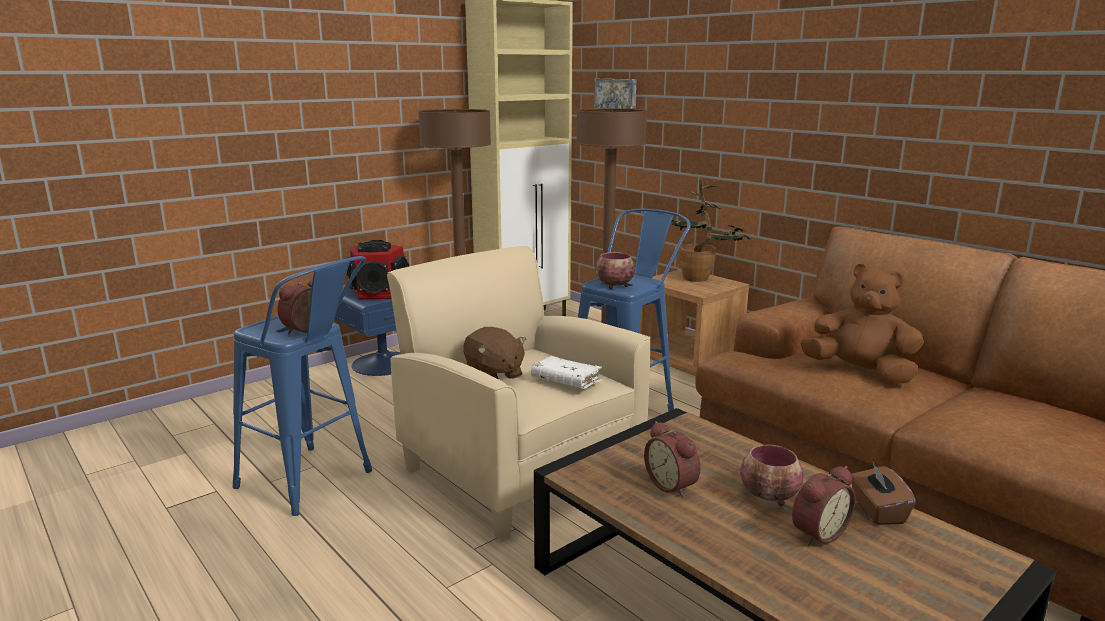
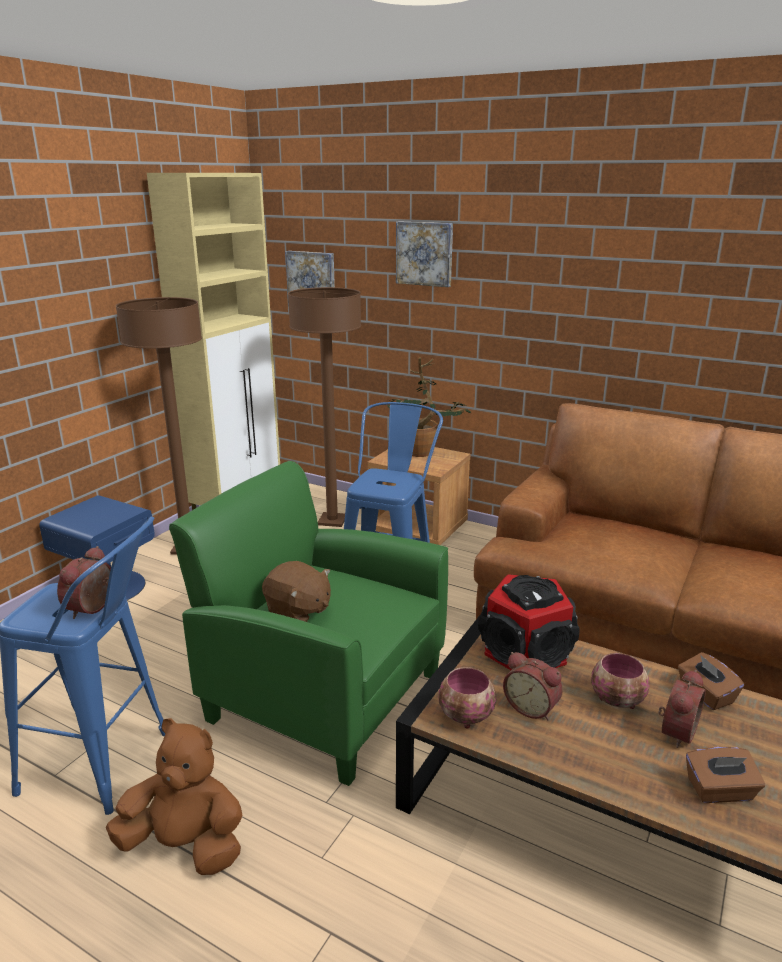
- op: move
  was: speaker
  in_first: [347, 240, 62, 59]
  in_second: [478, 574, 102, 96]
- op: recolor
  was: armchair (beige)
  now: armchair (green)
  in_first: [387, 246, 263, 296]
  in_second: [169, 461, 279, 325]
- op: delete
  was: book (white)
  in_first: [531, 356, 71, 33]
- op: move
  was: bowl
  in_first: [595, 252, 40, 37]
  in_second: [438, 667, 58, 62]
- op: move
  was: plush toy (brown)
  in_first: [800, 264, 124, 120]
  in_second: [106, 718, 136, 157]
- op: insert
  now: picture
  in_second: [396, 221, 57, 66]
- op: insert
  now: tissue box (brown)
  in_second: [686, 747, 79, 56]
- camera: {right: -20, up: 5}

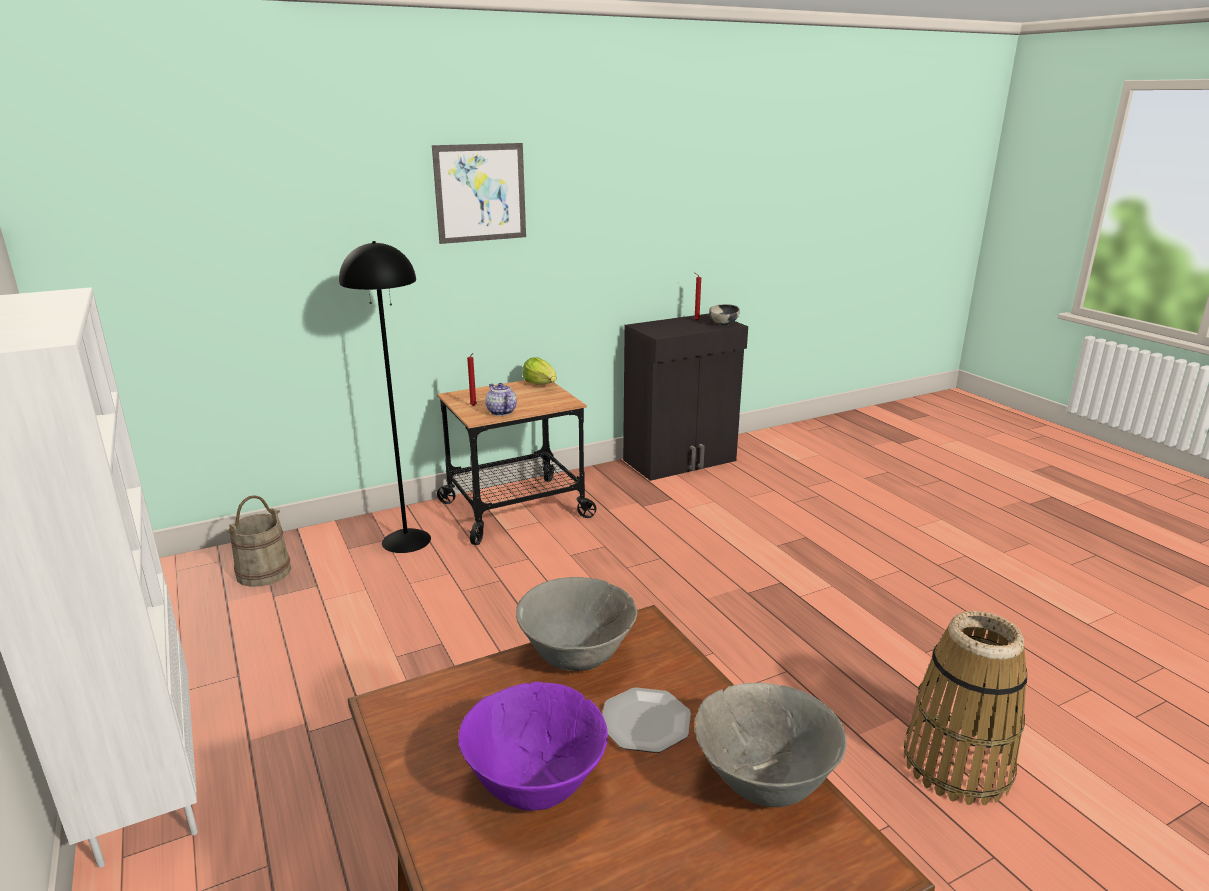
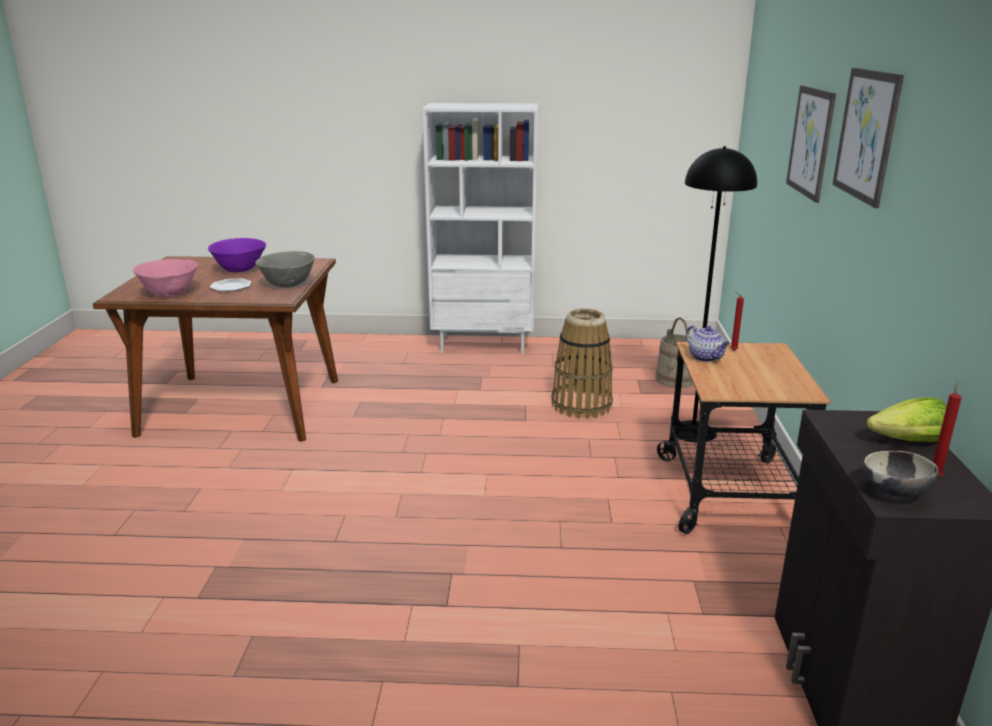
- op: rotate
  was: teapot
  in_first: [485, 383, 32, 33]
  in_second: [686, 326, 44, 36]
  clockwise: 60
- op: move
  was: lettuce
  in_first: [523, 357, 33, 28]
  in_second: [867, 397, 80, 45]
- op: recolor
  was: bowl (grey)
  now: bowl (pink)
  in_first: [694, 683, 153, 124]
  in_second: [133, 259, 65, 38]
- op: move
  was: basket
  in_first: [904, 611, 123, 194]
  in_second: [552, 308, 61, 111]
- op: insert
  now: picture
  in_second: [786, 85, 50, 118]
- camera: {right: 120, up: 0}

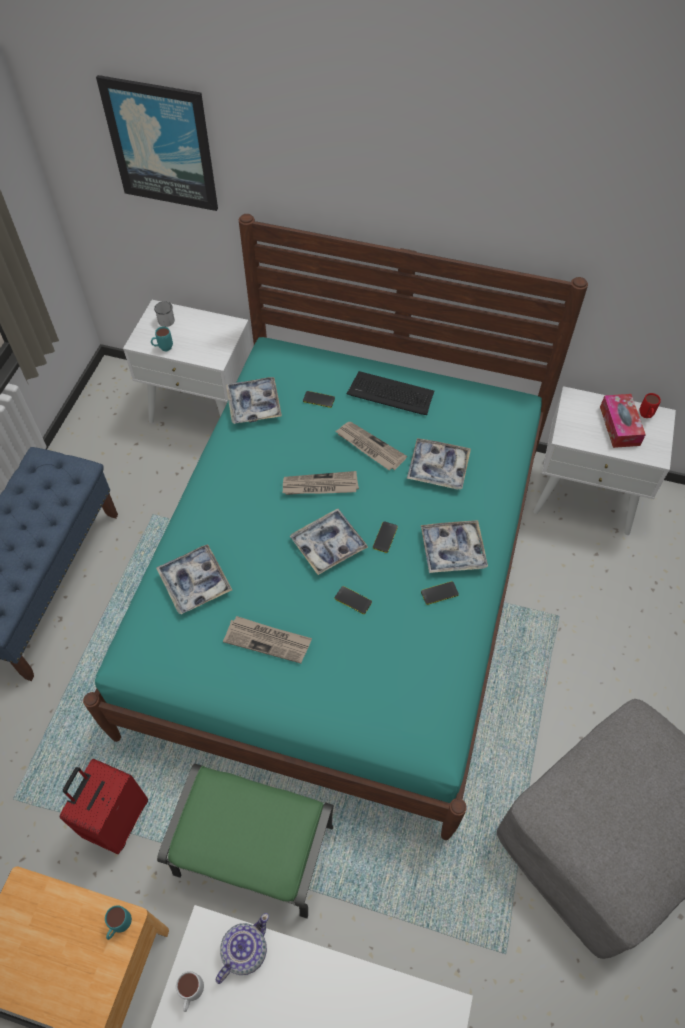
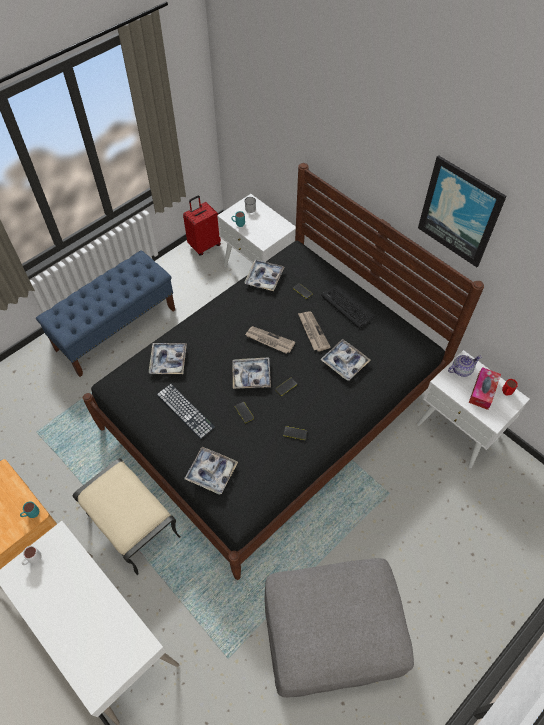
- op: move
  was: suitcase (red)
  in_first: [60, 759, 88, 95]
  in_second: [183, 195, 38, 60]
- op: recolor
  was: bed (turquoise)
  now: bed (black)
  in_first: [83, 214, 505, 626]
  in_second: [83, 163, 401, 417]
- op: move
  was: picture
  in_first: [96, 75, 122, 136]
  in_second: [418, 155, 88, 112]
- op: recolor
  was: ottoman (green)
  now: ottoman (beige)
  in_first: [157, 764, 176, 155]
  in_second: [73, 458, 107, 117]
- op: move
  was: teapot
  in_first: [216, 913, 53, 71]
  in_second: [448, 355, 33, 22]
- op: replace
  was: newspaper
  now: keyboard
  in_first: [223, 616, 89, 47]
  in_second: [156, 384, 59, 55]
- op: move
  was: tray
  in_first: [421, 520, 67, 53]
  in_second: [184, 447, 54, 47]
- camera: {right: 30, up: 0}

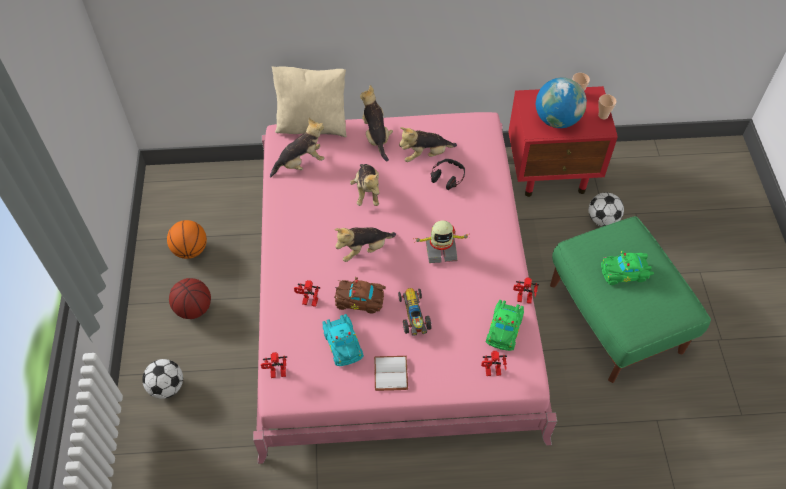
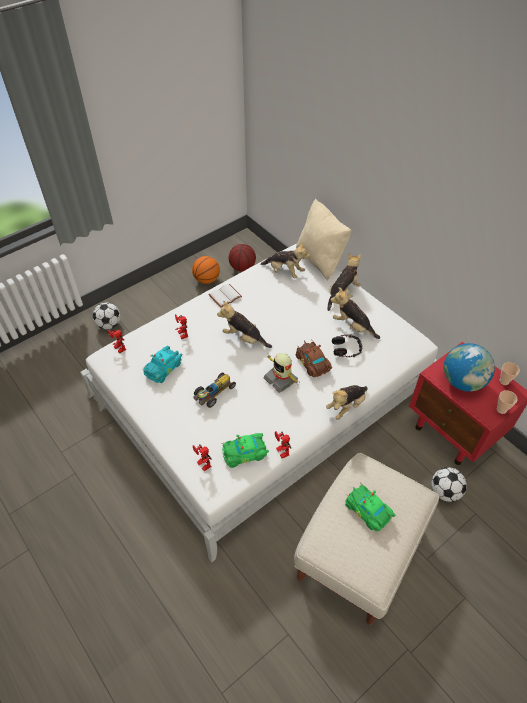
- op: move
  was: basketball
  in_first: [169, 278, 42, 41]
  in_second: [229, 244, 27, 28]
- op: recolor
  was: bed (pink)
  now: bed (white)
  in_first: [253, 112, 304, 352]
  in_second: [80, 244, 358, 319]
- op: move
  was: toy car (brown)
  in_first: [334, 277, 52, 37]
  in_second: [295, 339, 37, 38]
- op: move
  was: plush toy
  in_first: [350, 164, 29, 42]
  in_second: [326, 385, 42, 35]
- op: move
  was: book (white)
  in_first: [374, 356, 34, 35]
  in_second: [208, 284, 34, 24]
- op: recolor
  was: ottoman (green)
  now: ottoman (beige)
  in_first: [550, 216, 161, 167]
  in_second: [294, 453, 145, 172]
- camera: {right: 55, up: -5}

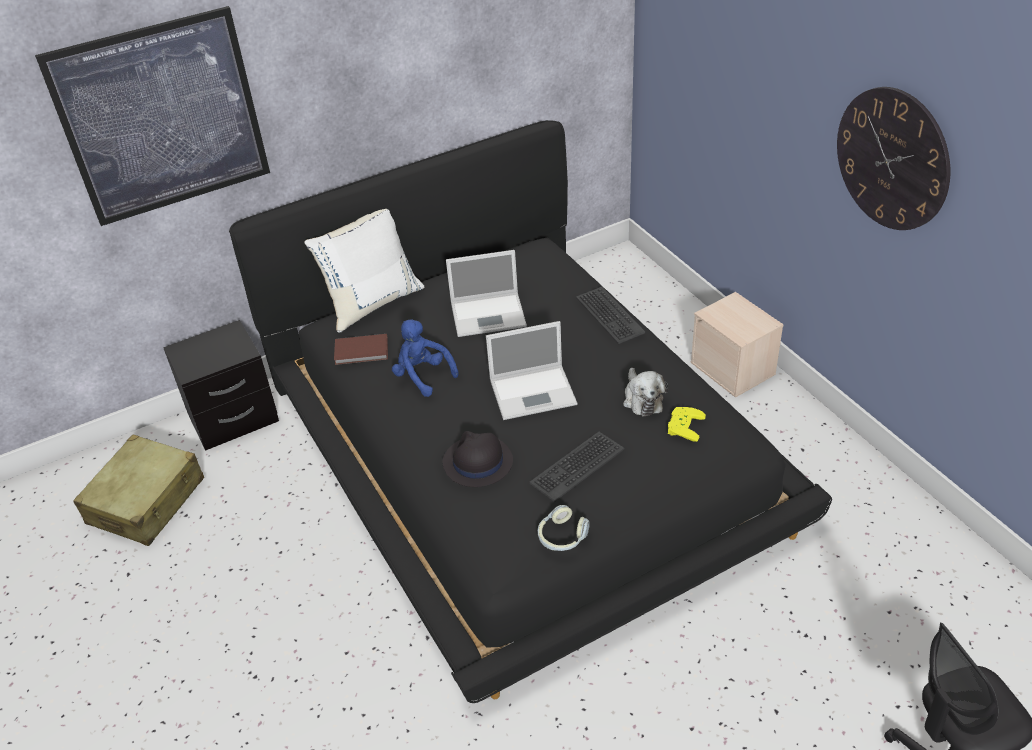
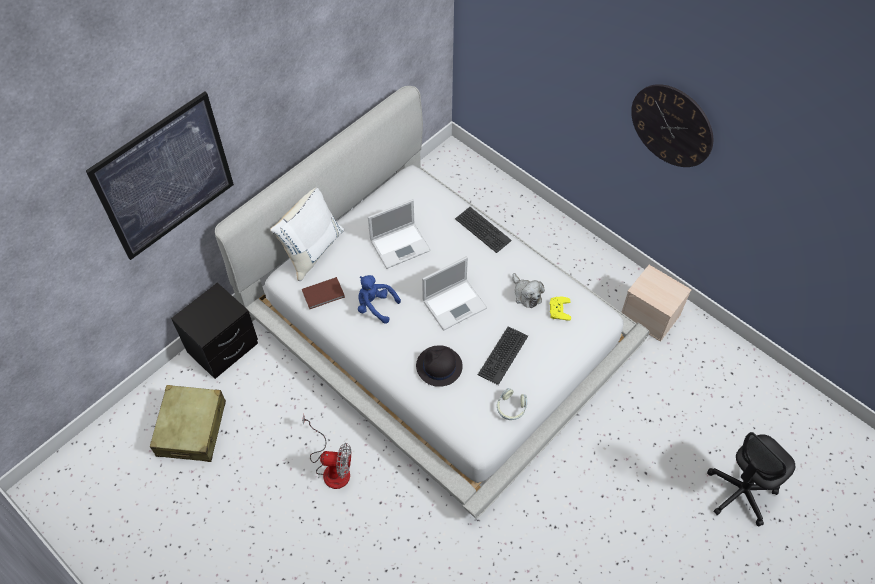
- op: recolor
  was: bed (black)
  now: bed (white)
  in_first: [229, 120, 603, 583]
  in_second: [215, 86, 435, 433]
- op: move
  was: storage box (beige)
  in_first: [690, 292, 94, 106]
  in_second: [621, 265, 71, 77]
- op: insert
  now: fan
  in_second: [302, 414, 49, 75]
- camera: {right: -20, up: 15}

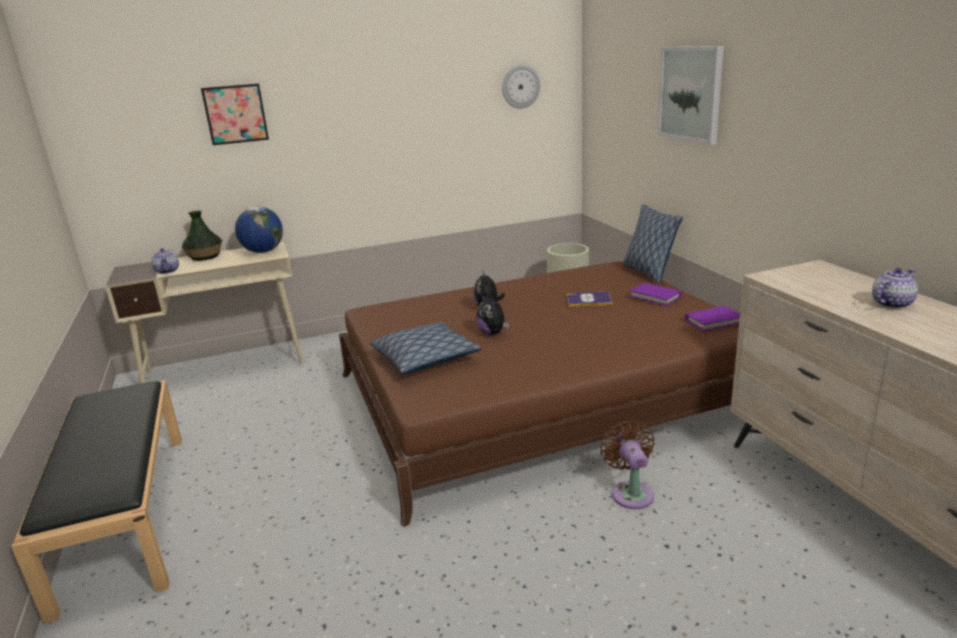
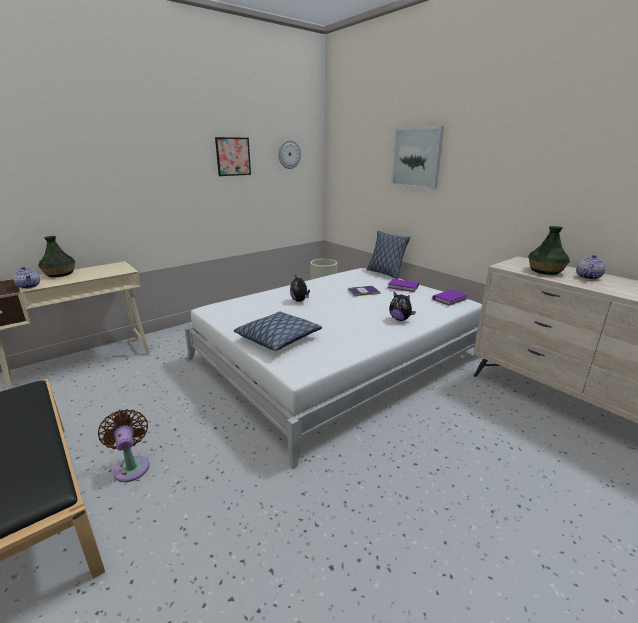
- op: move
  was: picture
  in_first: [201, 84, 68, 61]
  in_second: [215, 137, 36, 39]
- op: delete
  was: globe
  in_first: [235, 207, 48, 46]
- op: recolor
  was: bed (brown)
  now: bed (white)
  in_first: [339, 261, 400, 266]
  in_second: [184, 268, 298, 201]
- op: move
  was: plush toy
  in_first: [476, 294, 33, 41]
  in_second: [389, 292, 27, 29]
- op: move
  was: fan (brown)
  in_first: [600, 420, 54, 89]
  in_second: [98, 409, 52, 73]
- op: insert
  now: vase
  in_second: [528, 226, 42, 49]
- camera: {right: -20, up: 0}

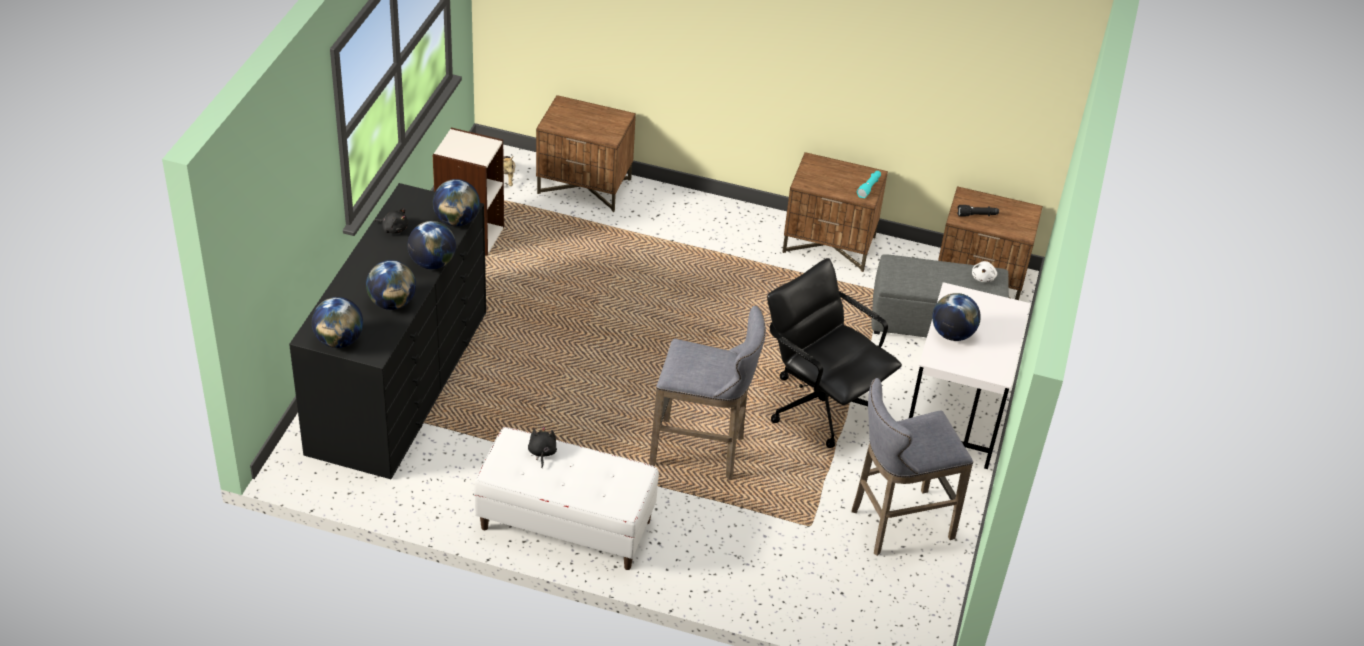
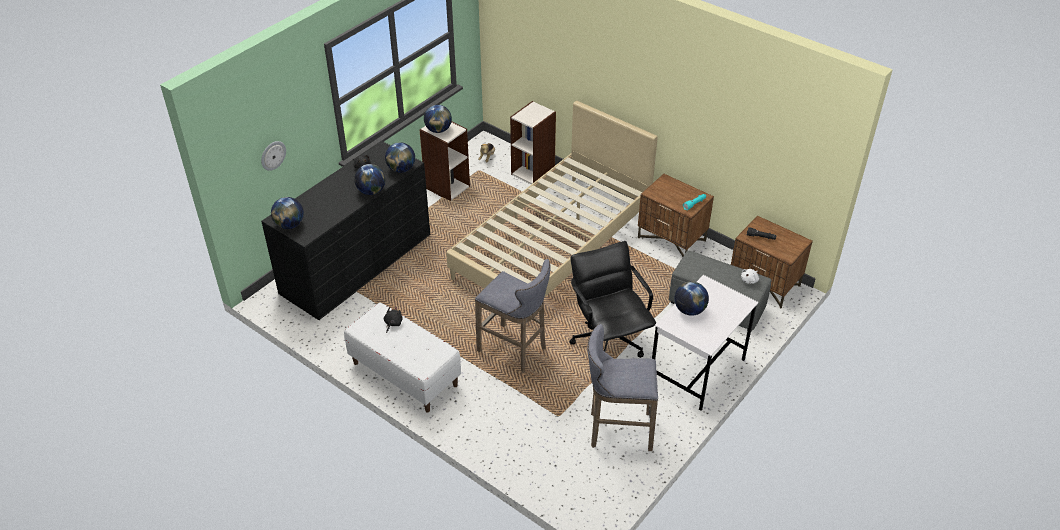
- op: move
  was: globe
  in_first: [366, 260, 50, 50]
  in_second: [424, 105, 28, 28]
- op: replace
  was: nightstand (brown)
  now: bookcase
  in_first: [536, 95, 100, 117]
  in_second: [510, 101, 46, 83]
- op: insert
  now: wall clock
  in_second: [261, 141, 25, 30]
- op: insert
  now: bed (beige)
  in_second: [446, 101, 212, 196]
- camera: {right: 25, up: 0}

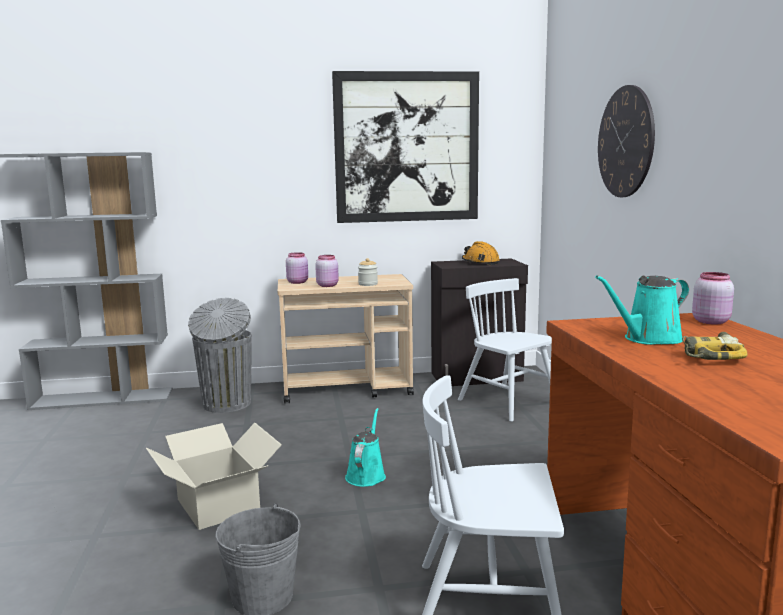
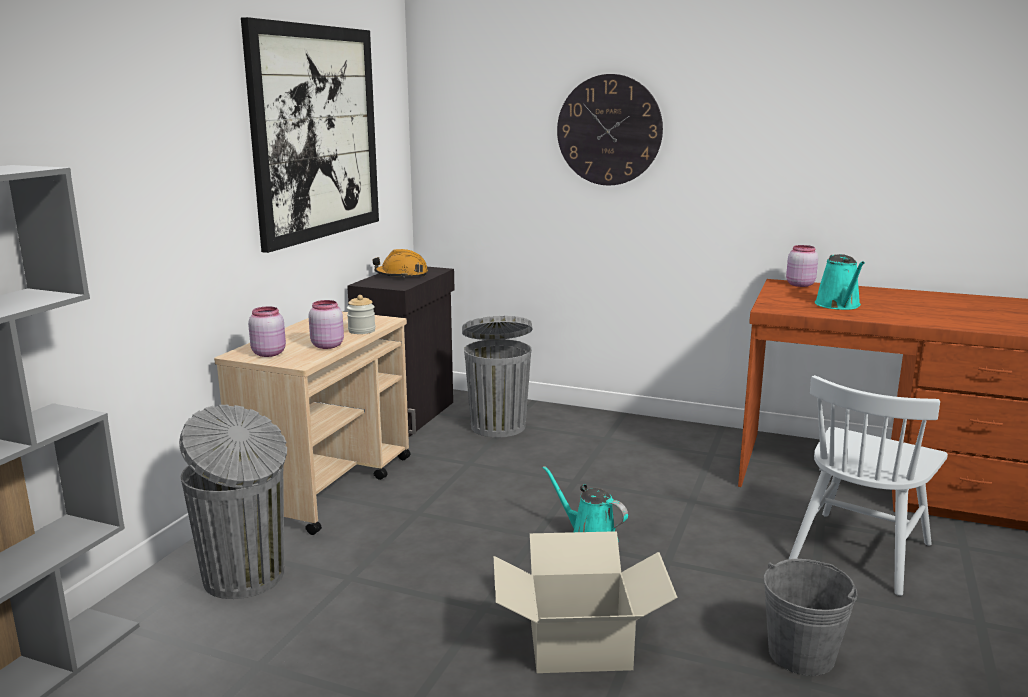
- op: replace
  was: chair (white)
  now: trash can (grey)
  in_first: [458, 278, 94, 144]
  in_second: [462, 316, 70, 122]
- op: delete
  was: power drill
  in_first: [682, 332, 66, 28]
- camera: {right: -60, up: 5}

